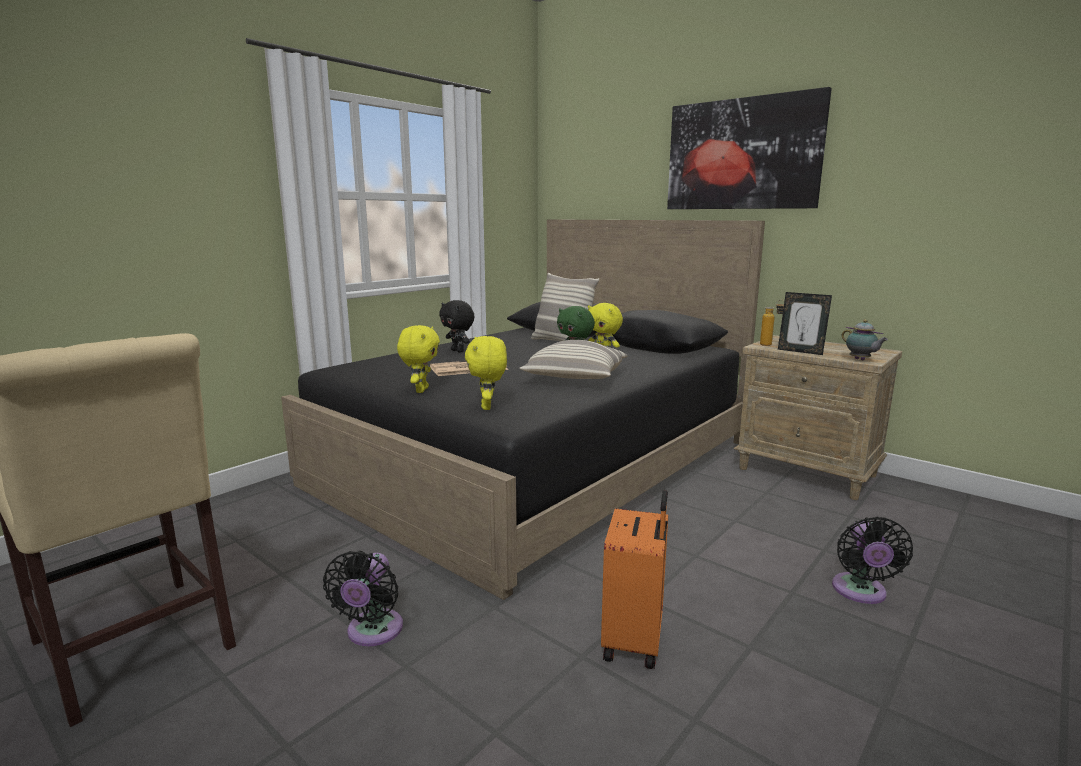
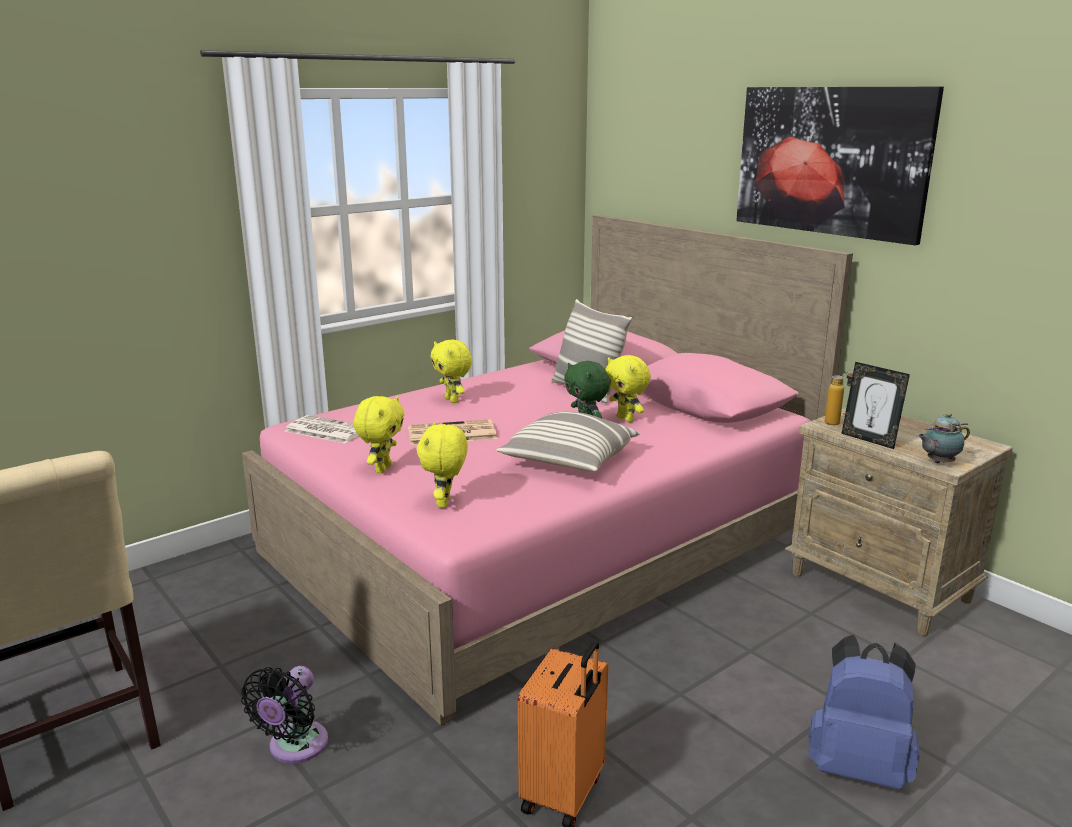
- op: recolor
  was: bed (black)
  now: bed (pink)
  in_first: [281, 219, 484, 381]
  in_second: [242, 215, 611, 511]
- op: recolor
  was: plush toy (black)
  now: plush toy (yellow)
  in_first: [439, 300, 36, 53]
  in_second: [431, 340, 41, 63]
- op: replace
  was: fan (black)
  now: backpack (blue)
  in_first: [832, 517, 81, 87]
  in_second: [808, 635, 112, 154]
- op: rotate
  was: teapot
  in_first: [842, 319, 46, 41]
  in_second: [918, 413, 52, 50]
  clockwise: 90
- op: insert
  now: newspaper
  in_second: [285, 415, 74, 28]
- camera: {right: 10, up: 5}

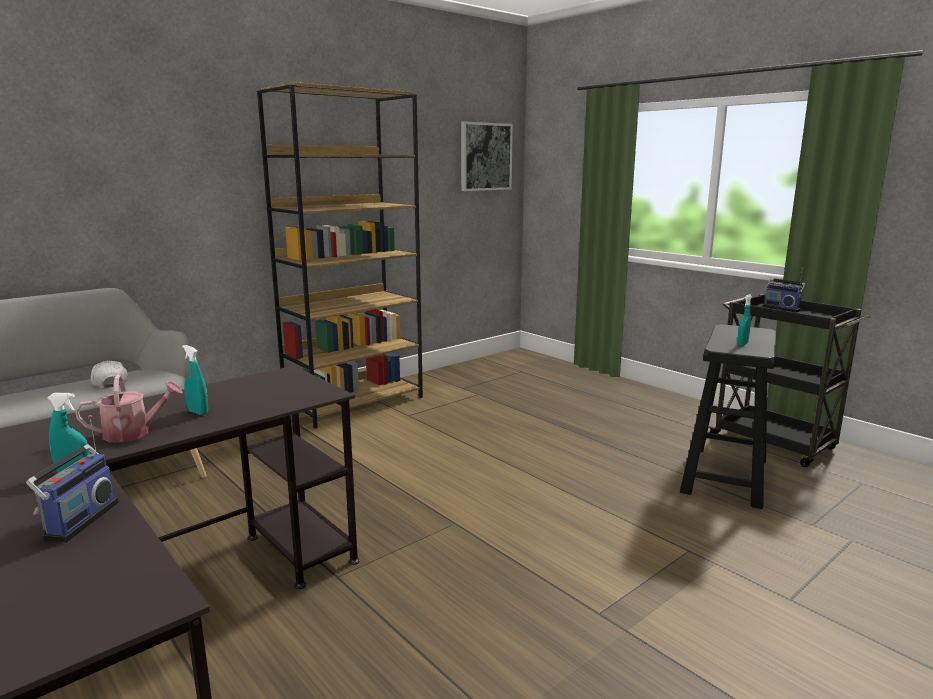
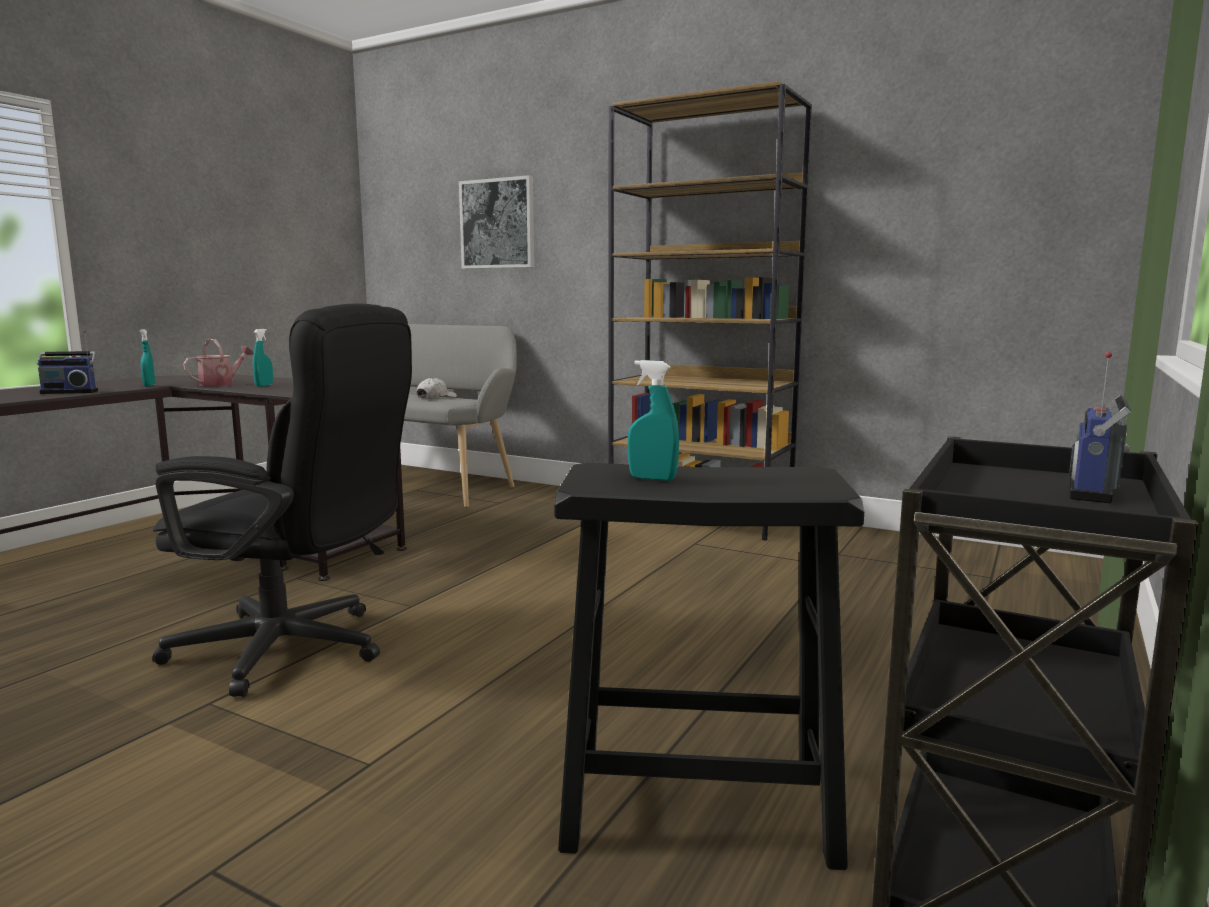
- op: rotate
  was: watering can
  in_first: [75, 374, 108, 68]
  in_second: [183, 339, 71, 47]
  clockwise: -105
- op: move
  was: picture
  in_first: [461, 121, 52, 70]
  in_second: [459, 175, 75, 94]
- op: insert
  now: office chair (black)
  in_second: [152, 304, 260, 393]
- camera: {right: 70, up: -5}

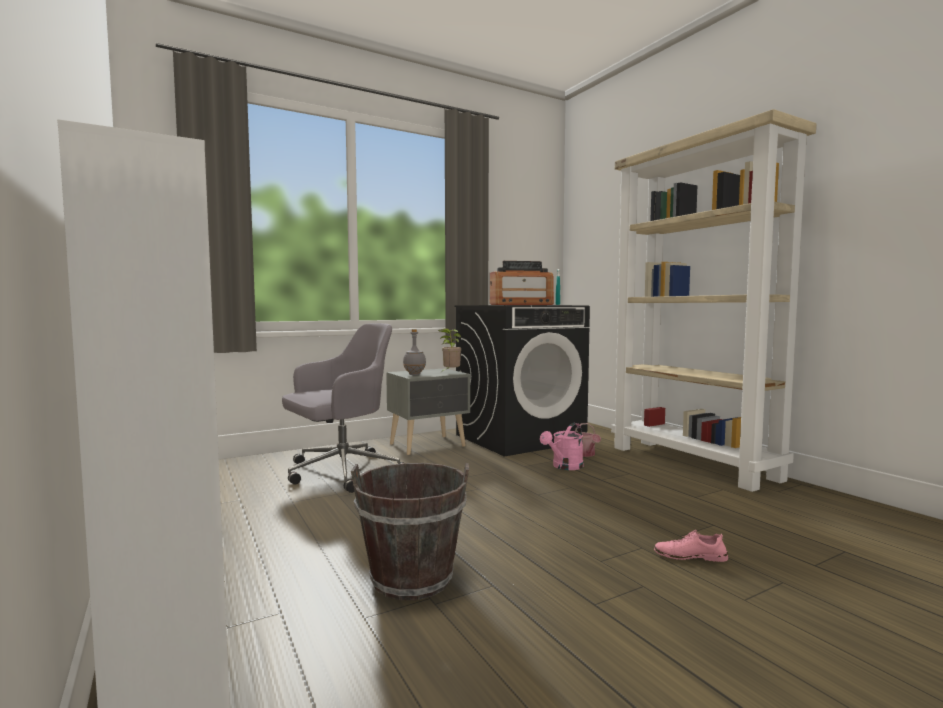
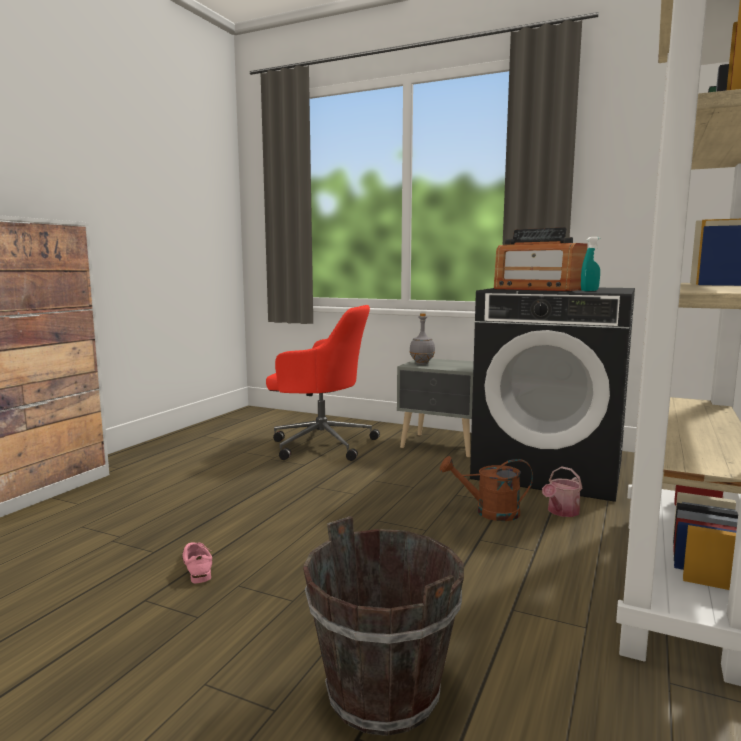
- op: recolor
  was: office chair (grey)
  now: office chair (red)
  in_first: [282, 323, 121, 170]
  in_second: [266, 305, 114, 156]
- op: move
  was: bucket (brown)
  in_first: [351, 463, 118, 137]
  in_second: [303, 516, 161, 220]
- op: delete
  was: potted plant
  in_first: [438, 328, 23, 44]
- op: recolor
  was: watering can (pink)
  now: watering can (brown)
  in_first: [540, 423, 43, 47]
  in_second: [440, 456, 93, 65]
- op: move
  was: shoe (pink)
  in_first: [654, 530, 74, 32]
  in_second: [182, 542, 30, 41]
- camera: {right: 55, up: 5}

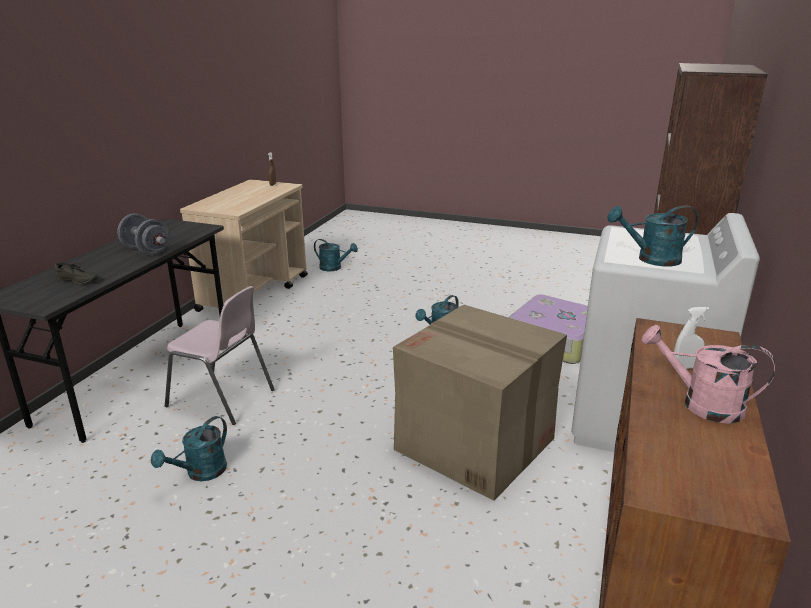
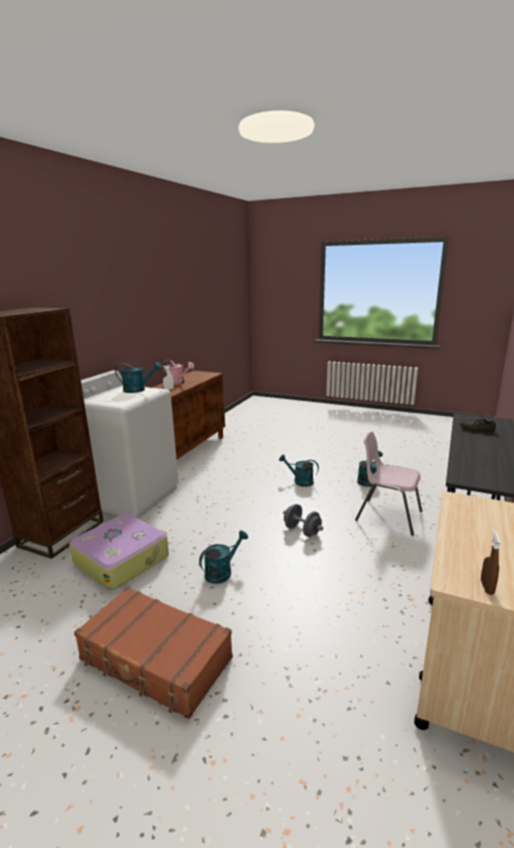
- op: move
  was: dumbbell (grey)
  in_first: [117, 213, 53, 42]
  in_second: [283, 504, 40, 33]
- op: move
  was: watering can (turquoise)
  in_first: [314, 239, 44, 32]
  in_second: [279, 454, 40, 33]
- op: delete
  was: cardboard box
  in_first: [393, 305, 174, 196]
- op: insert
  now: suitcase (brown)
  in_second: [74, 586, 159, 133]
- camera: {right: -175, up: -5}

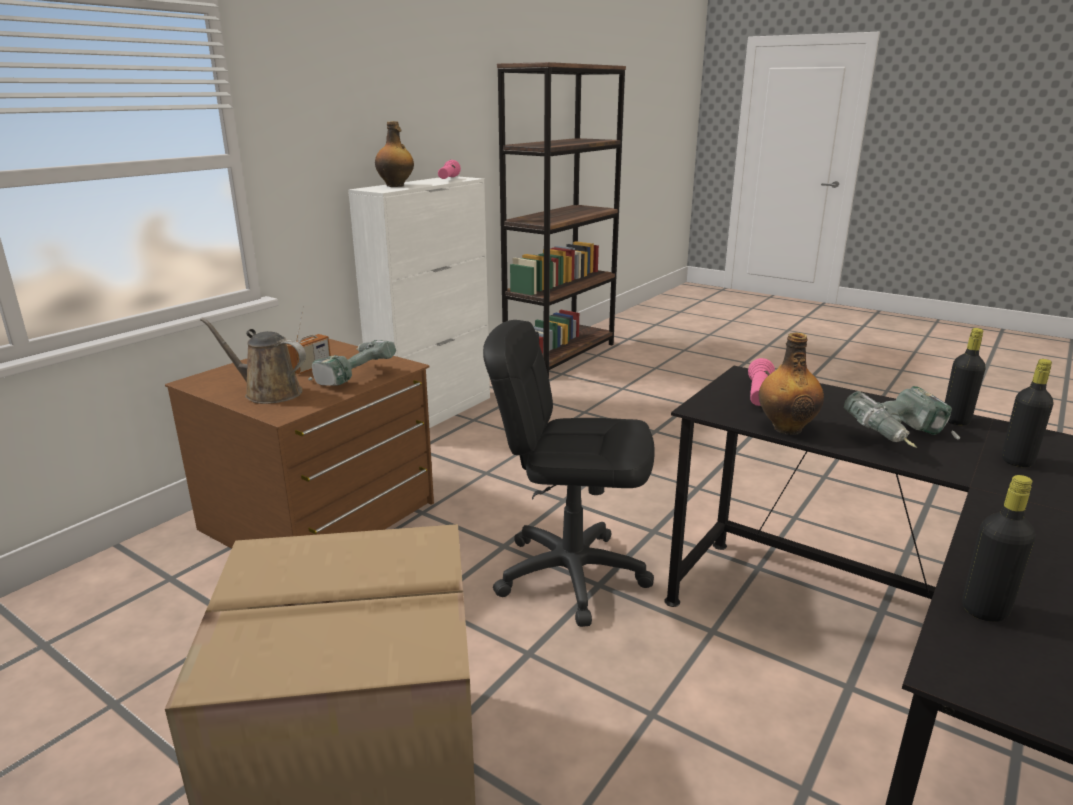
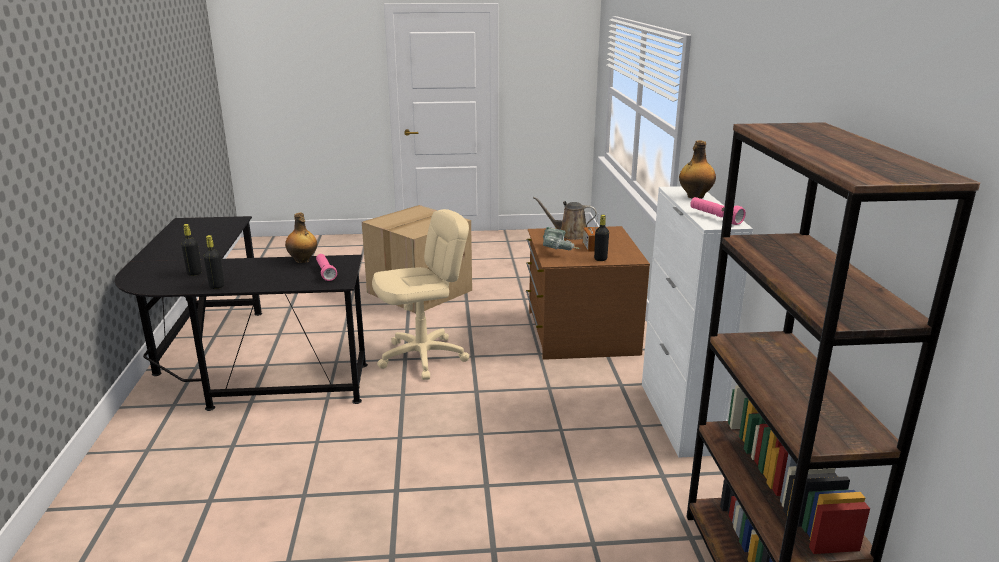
- op: rotate
  was: watering can (brown)
  in_first: [200, 318, 106, 86]
  in_second: [533, 197, 64, 43]
  clockwise: -150
- op: recolor
  was: office chair (black)
  now: office chair (beige)
  in_first: [483, 320, 171, 307]
  in_second: [372, 209, 98, 171]
- op: delete
  was: power drill
  in_first: [844, 386, 116, 62]
- op: move
  was: bottle (black)
  in_first: [962, 475, 73, 147]
  in_second: [594, 215, 15, 46]
- camera: {right: 140, up: 0}

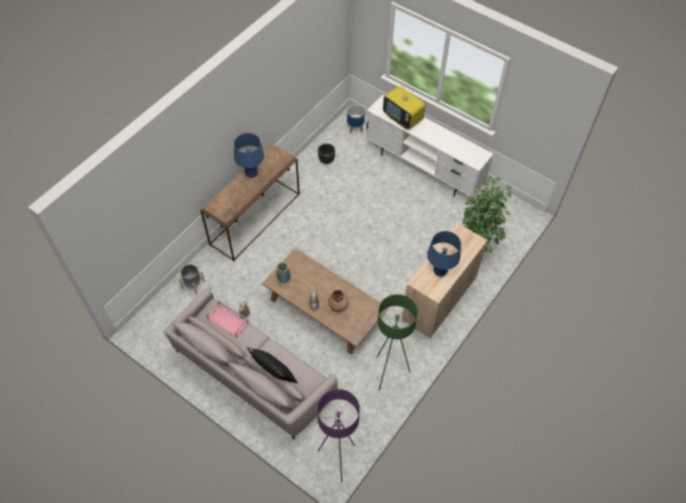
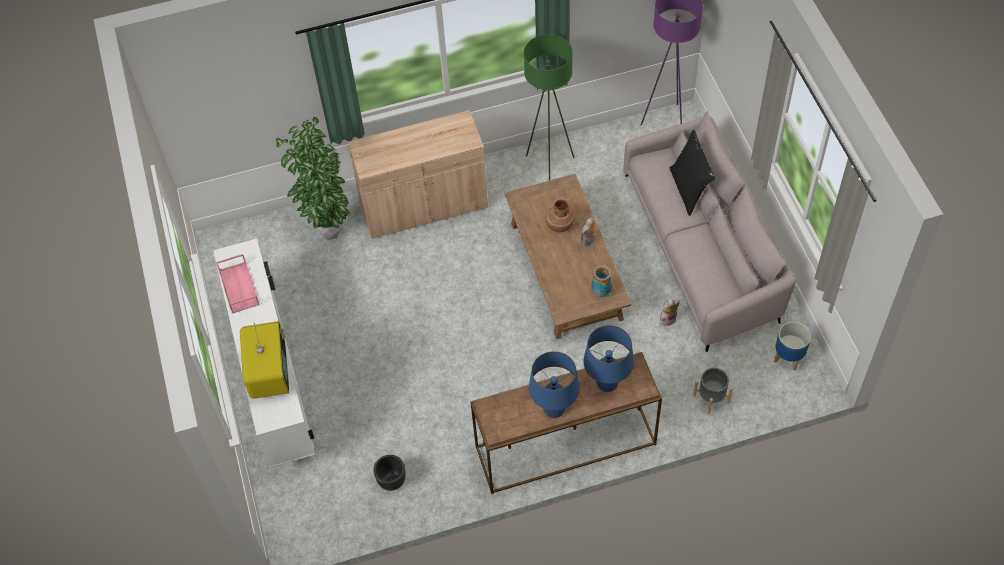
- op: move
  was: tray (pink)
  in_first: [206, 301, 43, 37]
  in_second: [216, 254, 44, 60]
- op: move
  was: planter
  in_first: [347, 105, 18, 29]
  in_second: [774, 322, 37, 49]
- op: move
  was: table lamp (blue)
  in_first: [427, 231, 34, 46]
  in_second: [583, 325, 51, 67]
- camera: {right: -140, up: 0}

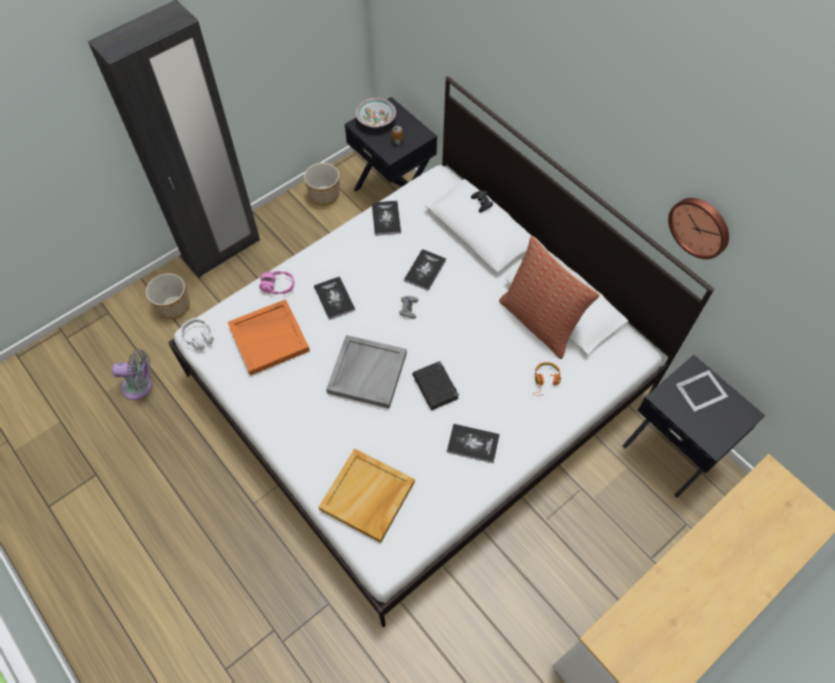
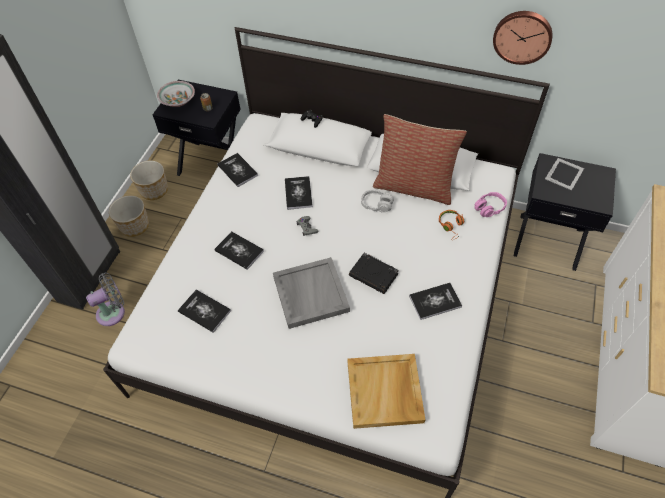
- op: move
  was: fan (grey)
  in_first: [112, 349, 40, 51]
  in_second: [86, 273, 39, 53]
- op: move
  was: planter
  in_first: [146, 273, 44, 46]
  in_second: [109, 195, 40, 42]
- op: move
  was: headphones (grey)
  in_first: [181, 318, 33, 32]
  in_second: [361, 190, 33, 22]
- op: replace
  was: tray (orange)
  now: book
  in_first: [228, 299, 82, 77]
  in_second: [178, 289, 53, 44]
- op: move
  was: headphones (pink)
  in_first: [259, 271, 35, 24]
  in_second: [474, 192, 33, 25]
- camera: {right: -30, up: -5}

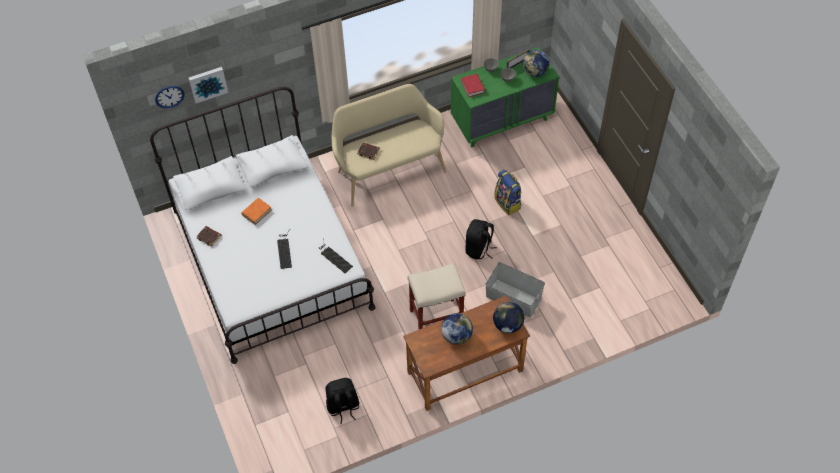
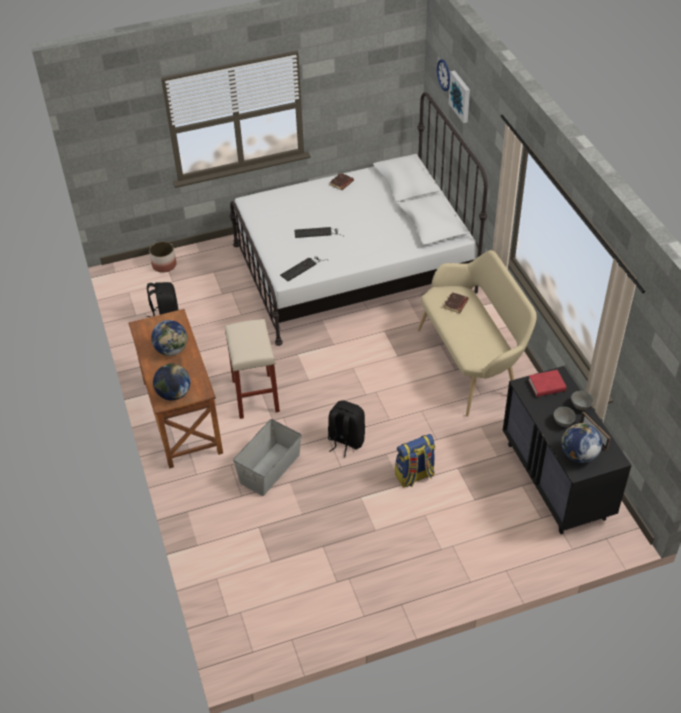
- op: delete
  was: book (orange)
  in_first: [241, 198, 31, 27]
- op: recolor
  was: dresser (green)
  now: dresser (black)
  in_first: [451, 47, 108, 101]
  in_second: [503, 366, 129, 168]
- op: insert
  now: planter
  in_second: [149, 241, 27, 32]
- camera: {right: 95, up: -10}

